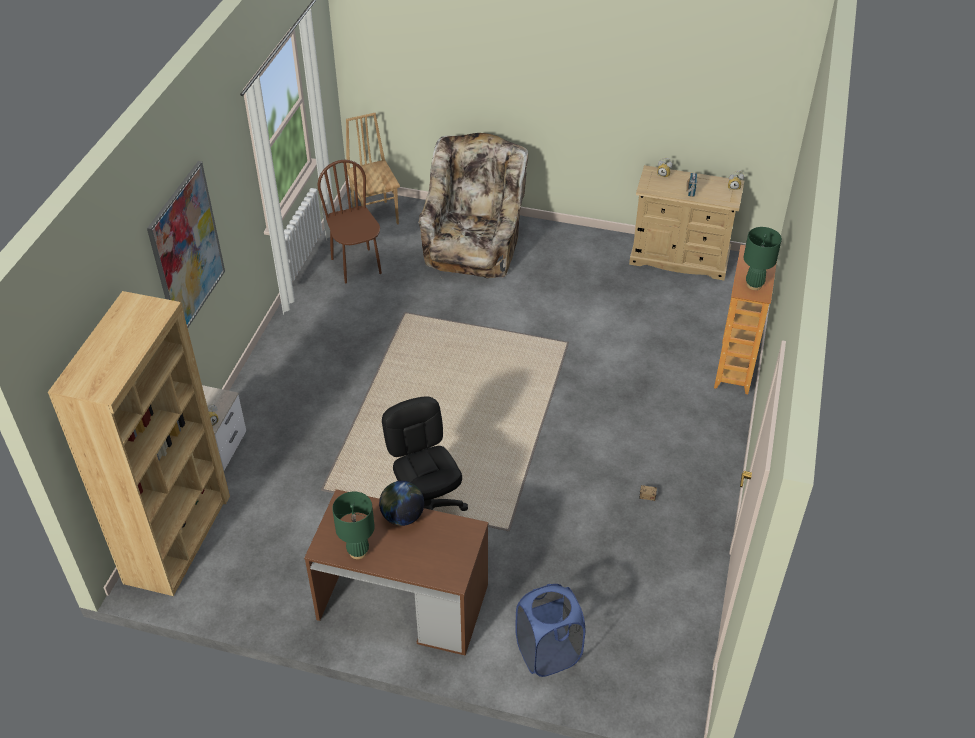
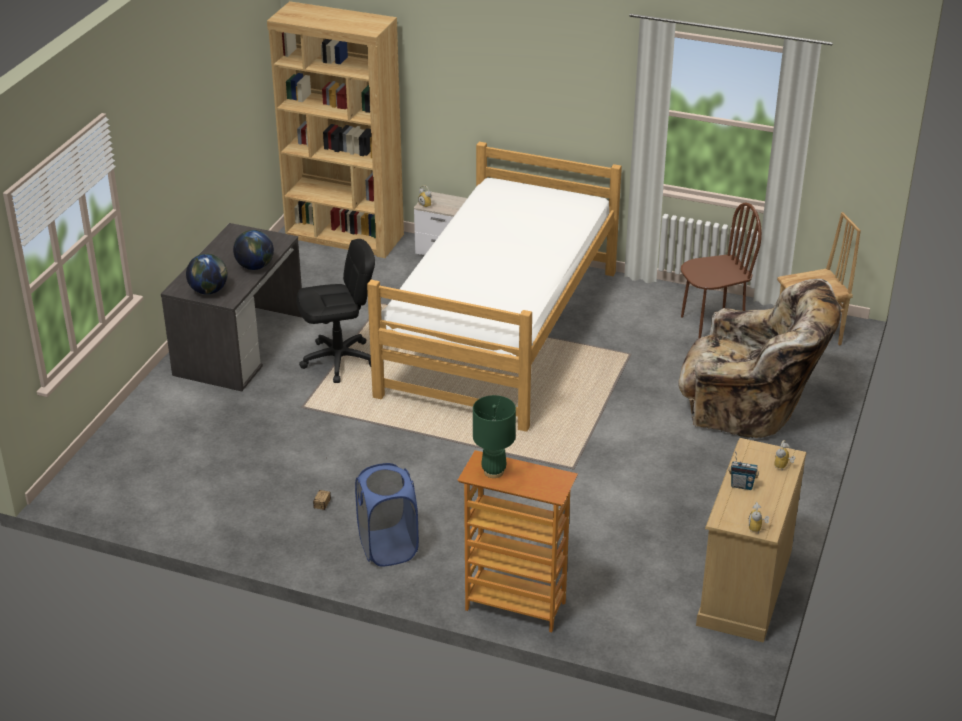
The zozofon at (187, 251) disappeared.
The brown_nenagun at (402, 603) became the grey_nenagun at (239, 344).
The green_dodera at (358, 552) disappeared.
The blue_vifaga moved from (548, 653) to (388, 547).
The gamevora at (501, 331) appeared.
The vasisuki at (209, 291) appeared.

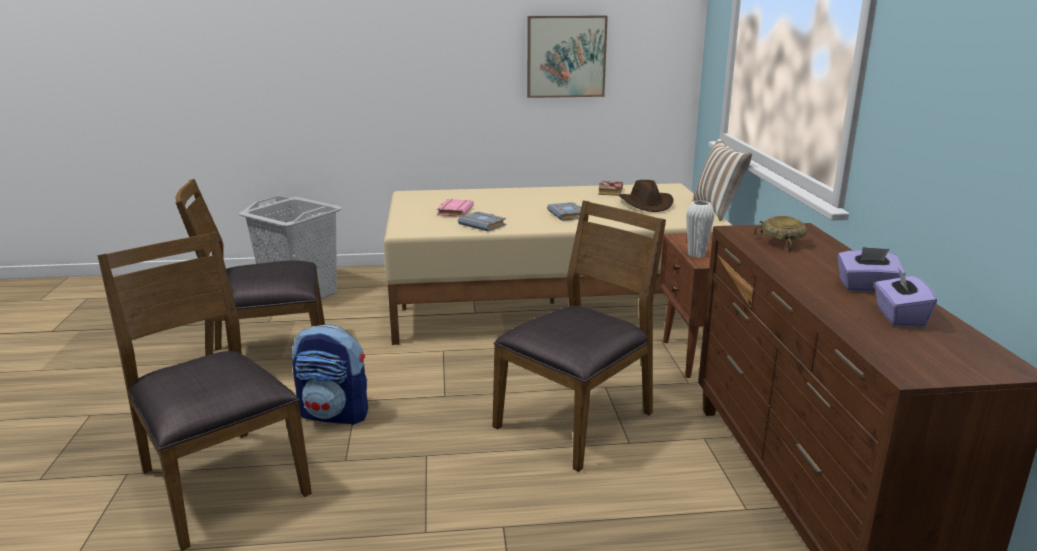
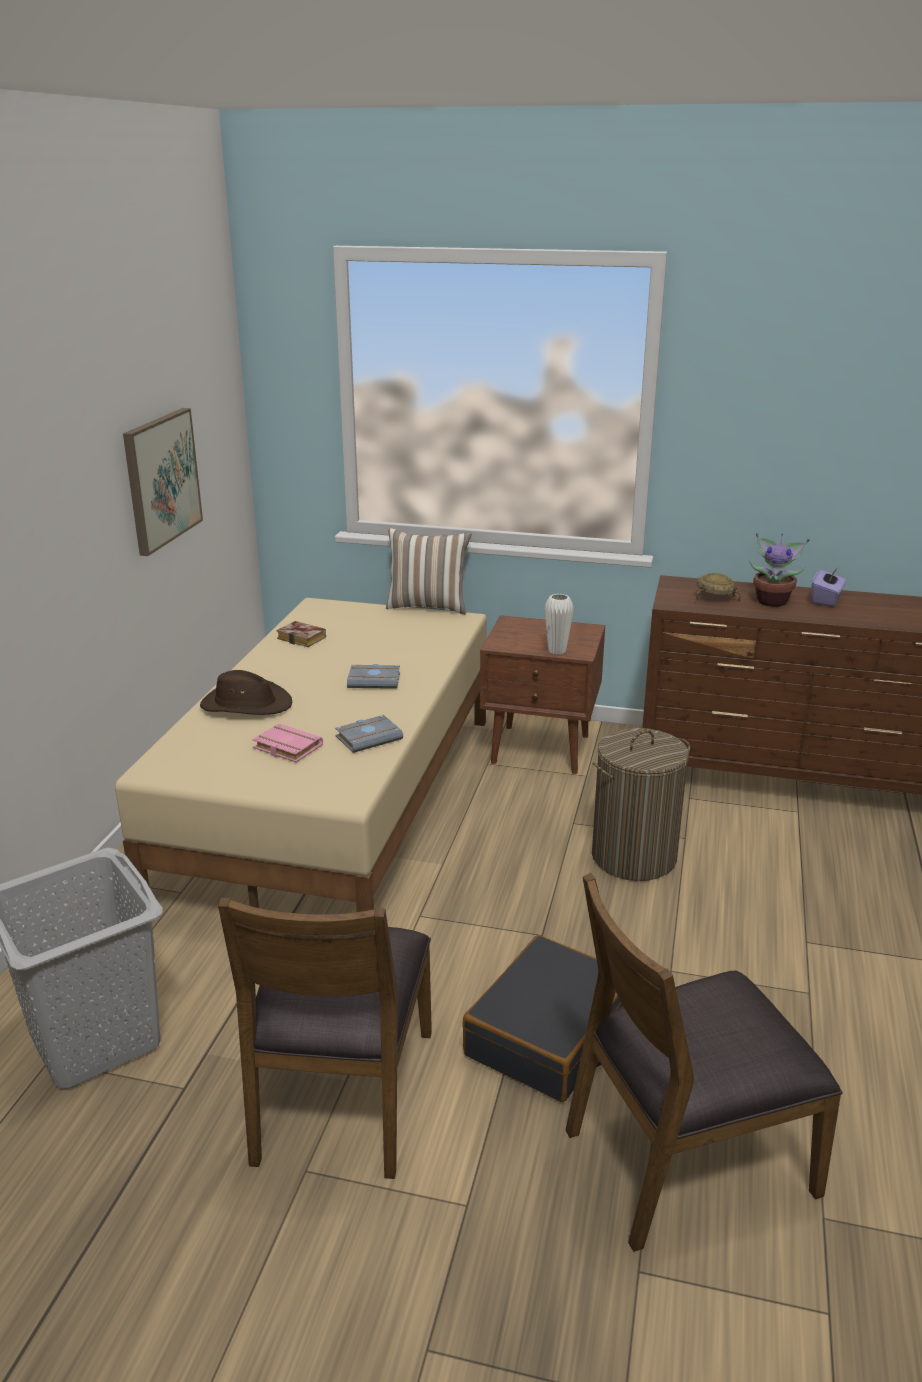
The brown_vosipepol moved from (646, 204) to (246, 704).
The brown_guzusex at (577, 420) was replaced by the vifaga at (634, 856).
The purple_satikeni at (899, 317) disappeared.
The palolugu at (335, 414) was replaced by the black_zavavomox at (549, 1035).
The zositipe at (772, 601) appeared.

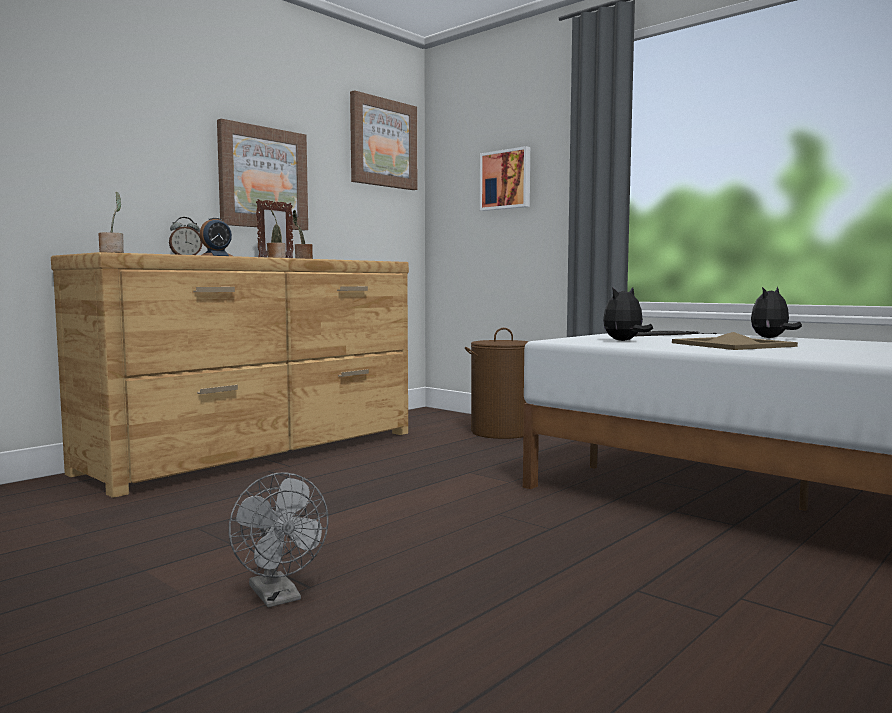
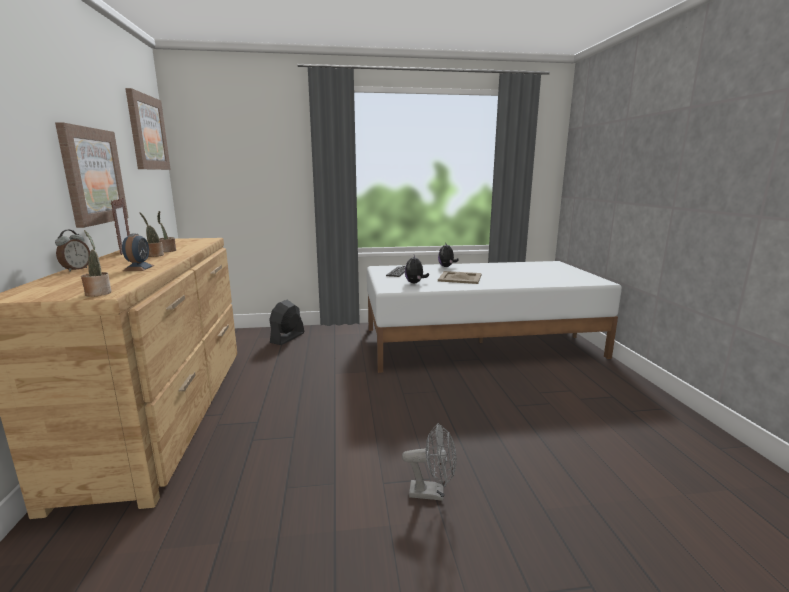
The zozofon at (506, 180) disappeared.
The brown_vifaga at (501, 432) was replaced by the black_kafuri at (287, 338).

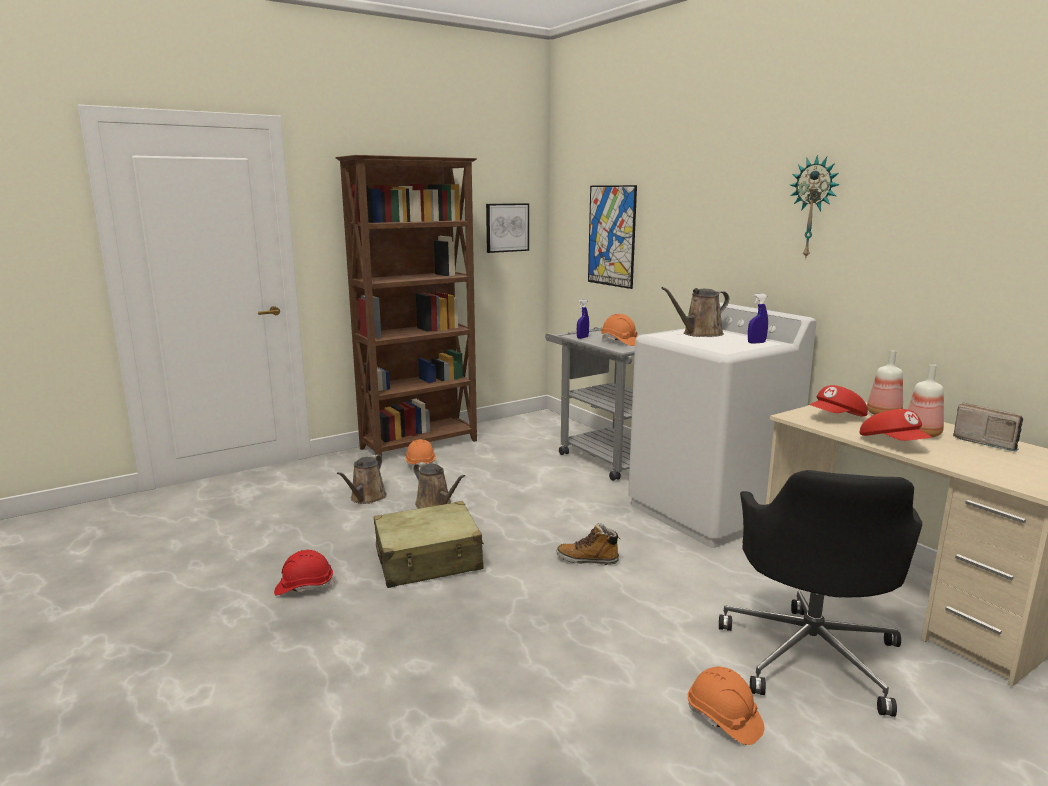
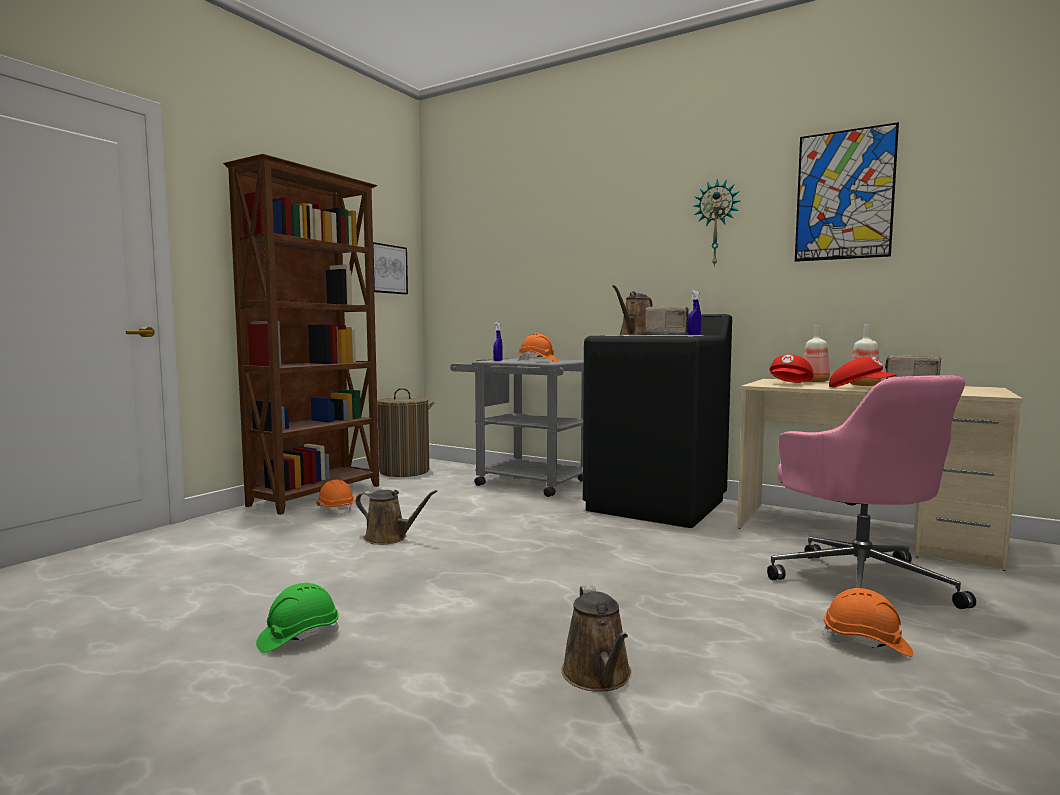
The zozofon moved from (611, 236) to (844, 195).
The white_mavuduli at (709, 511) became the black_mavuduli at (656, 505).
The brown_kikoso moved from (366, 498) to (598, 676).
The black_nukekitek at (810, 653) became the pink_nukekitek at (859, 581).
The beige_zavavomox at (428, 560) disappeared.
The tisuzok at (588, 560) disappeared.
The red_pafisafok at (304, 587) became the green_pafisafok at (298, 637).
The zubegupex at (666, 335) appeared.
The vifaga at (404, 471) appeared.

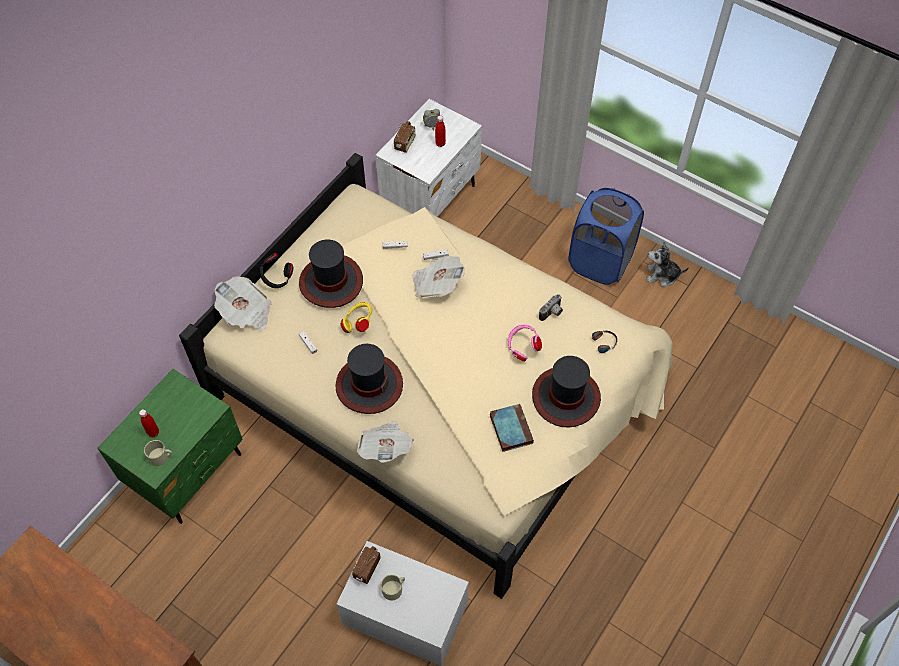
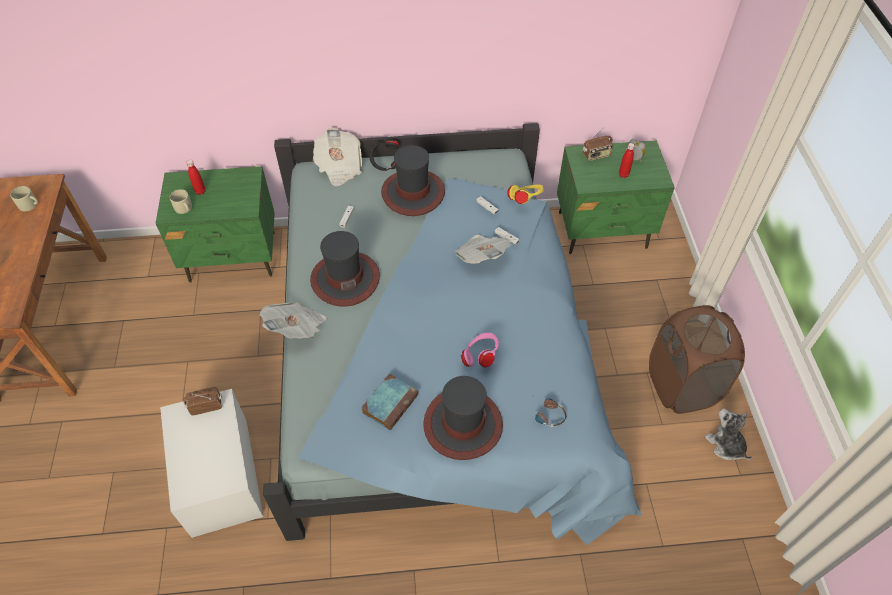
The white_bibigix at (431, 198) became the green_bibigix at (603, 230).
The beige_gamevora at (441, 392) became the blue_gamevora at (438, 360).
The blue_vifaga at (600, 262) became the brown_vifaga at (681, 386).
The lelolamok at (552, 313) disappeared.
The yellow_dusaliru moved from (358, 323) to (525, 200).
The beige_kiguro moved from (394, 588) to (30, 205).

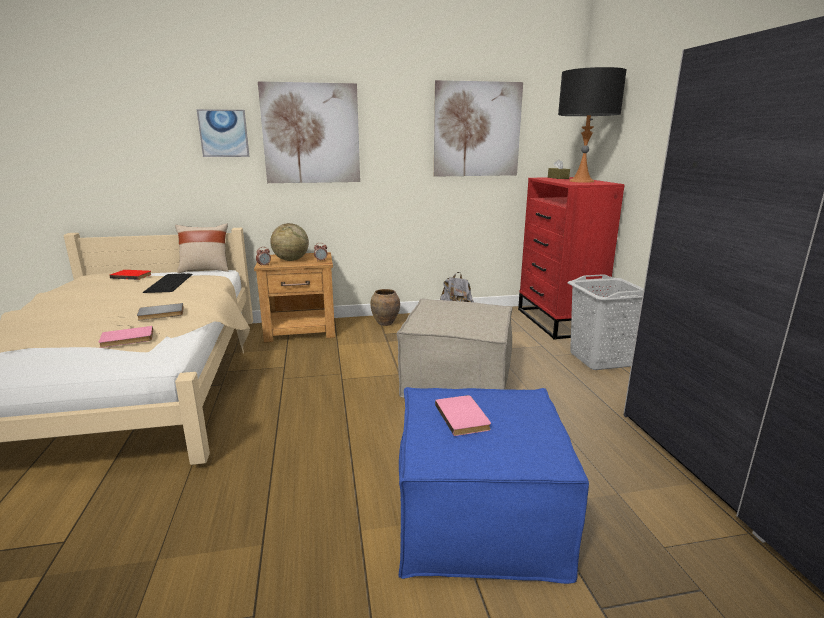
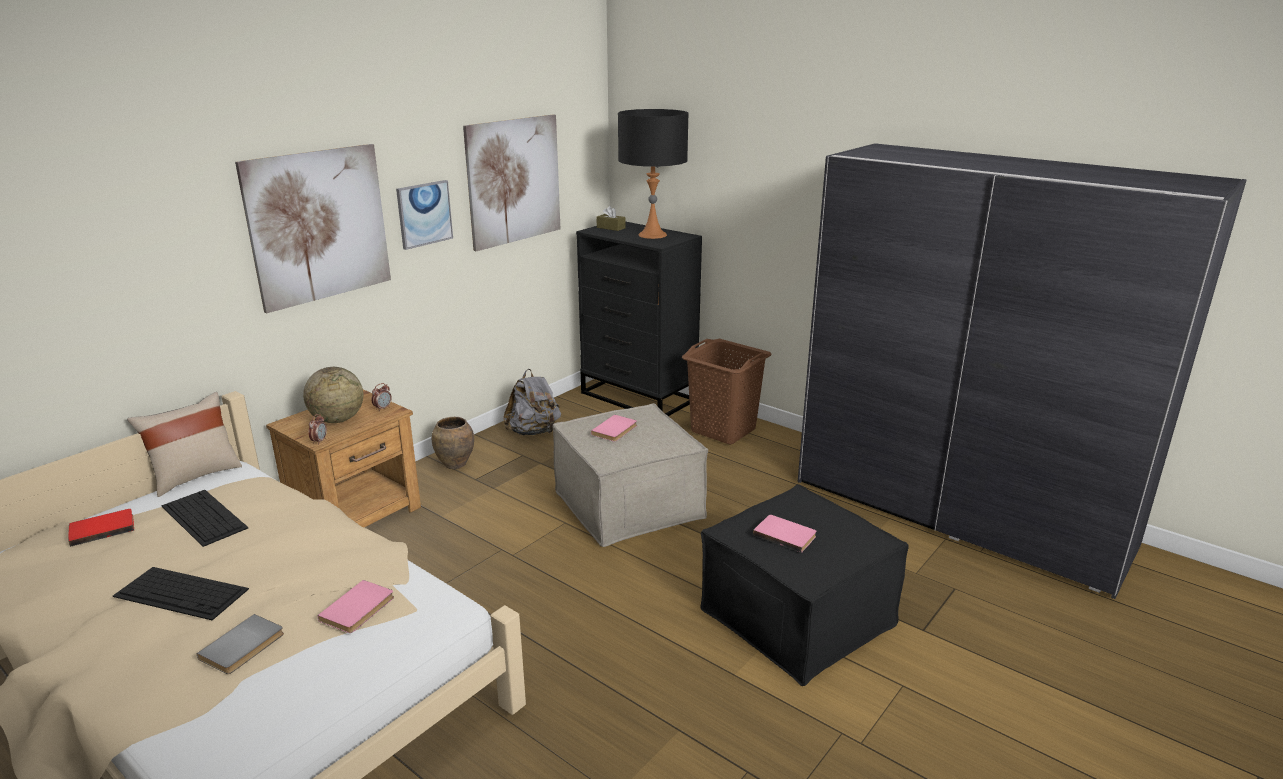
The zozofon moved from (223, 133) to (424, 214).
The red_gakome at (557, 322) became the black_gakome at (639, 397).
The grey_vifaga at (600, 359) became the brown_vifaga at (723, 430).
The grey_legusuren moved from (161, 314) to (244, 647).
The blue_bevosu at (478, 517) became the black_bevosu at (797, 616).
The pink_legusuren at (616, 430) appeared.
The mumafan at (182, 592) appeared.

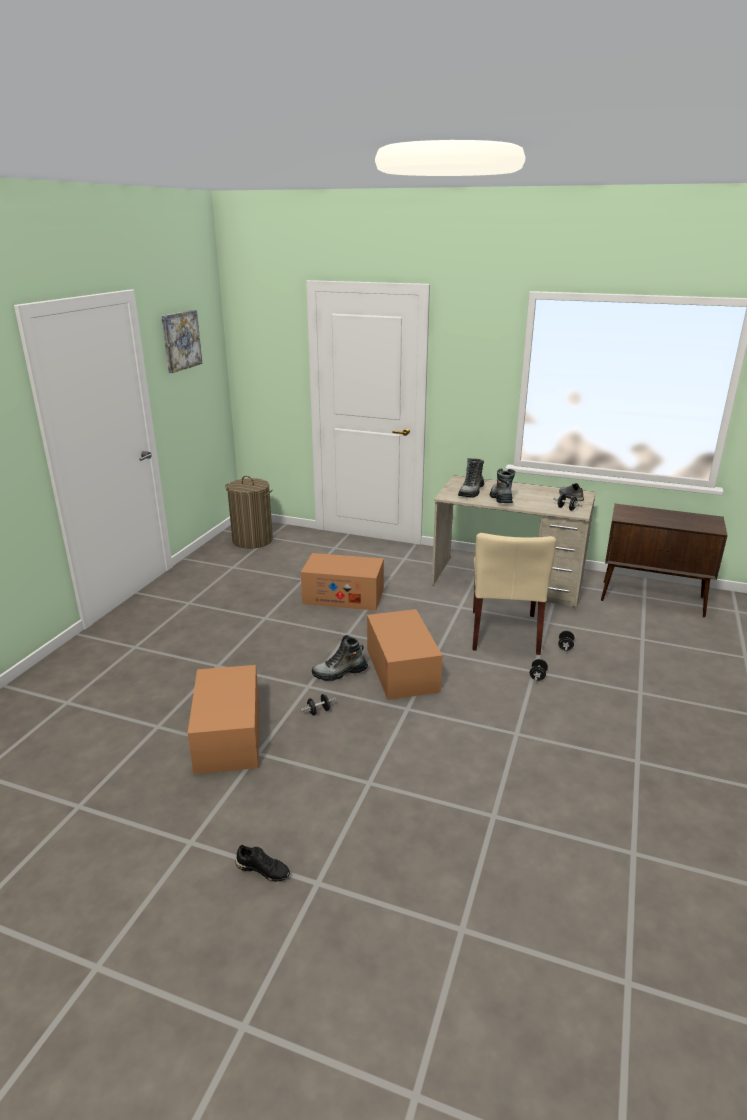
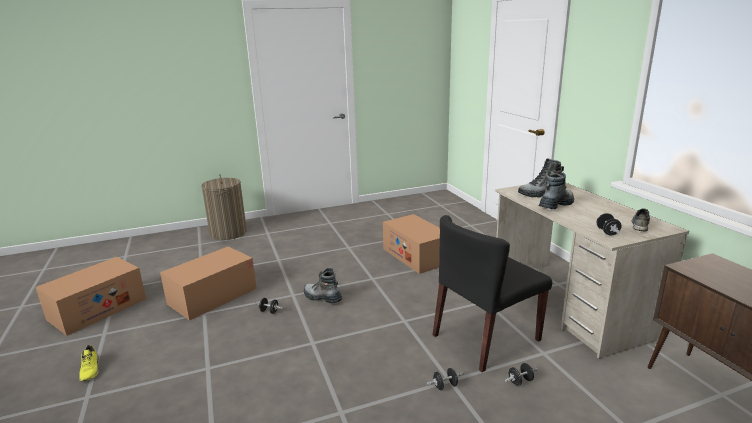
The zozofon at (180, 340) disappeared.
The vifaga moved from (252, 540) to (228, 233).
The beige_guzusex at (504, 632) became the black_guzusex at (485, 338).
The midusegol moved from (402, 669) to (97, 309).
The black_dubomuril at (263, 869) became the yellow_dubomuril at (91, 370).

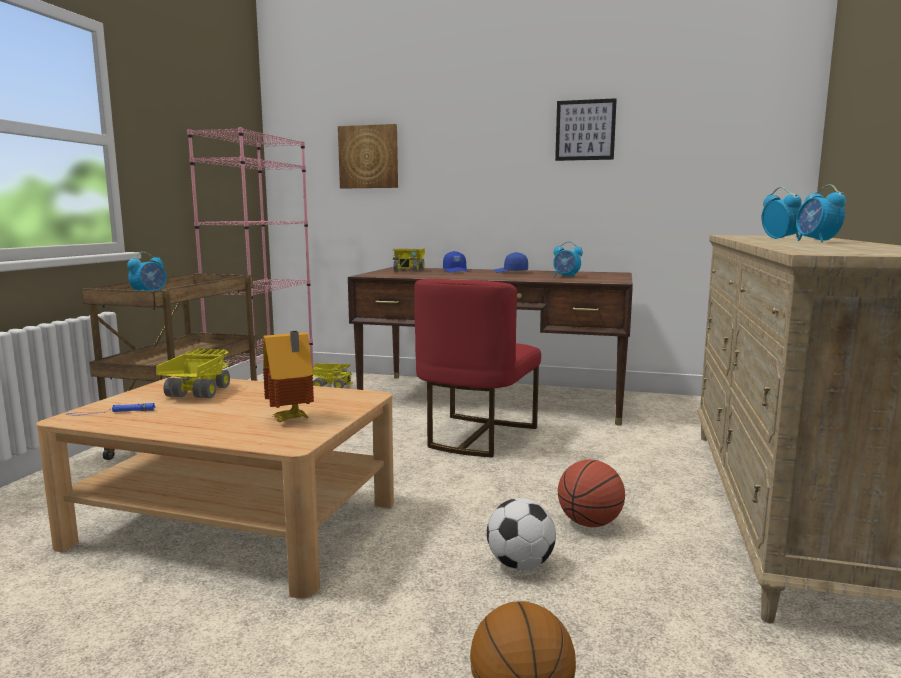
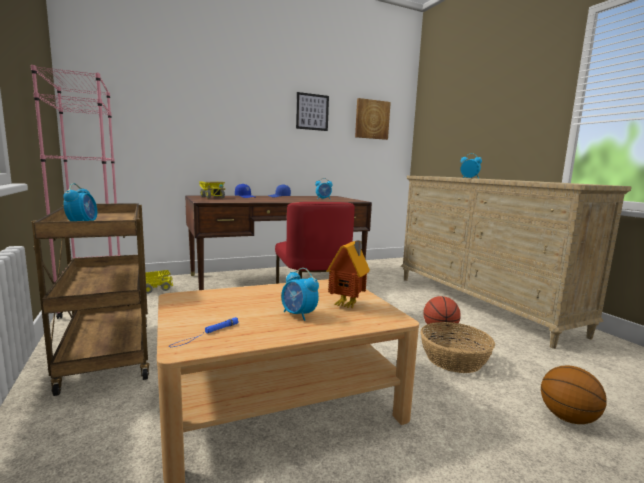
The zozofon moved from (369, 157) to (372, 119).
The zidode moved from (816, 241) to (298, 315).
The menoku at (197, 393) disappeared.
The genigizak at (520, 565) was replaced by the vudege at (454, 359).

